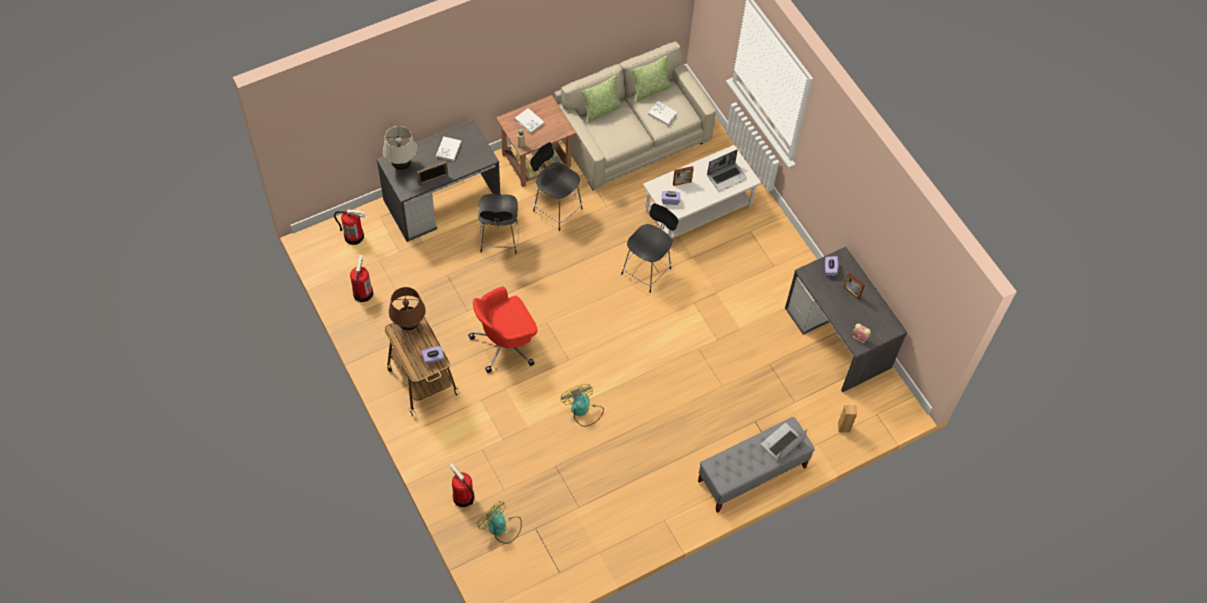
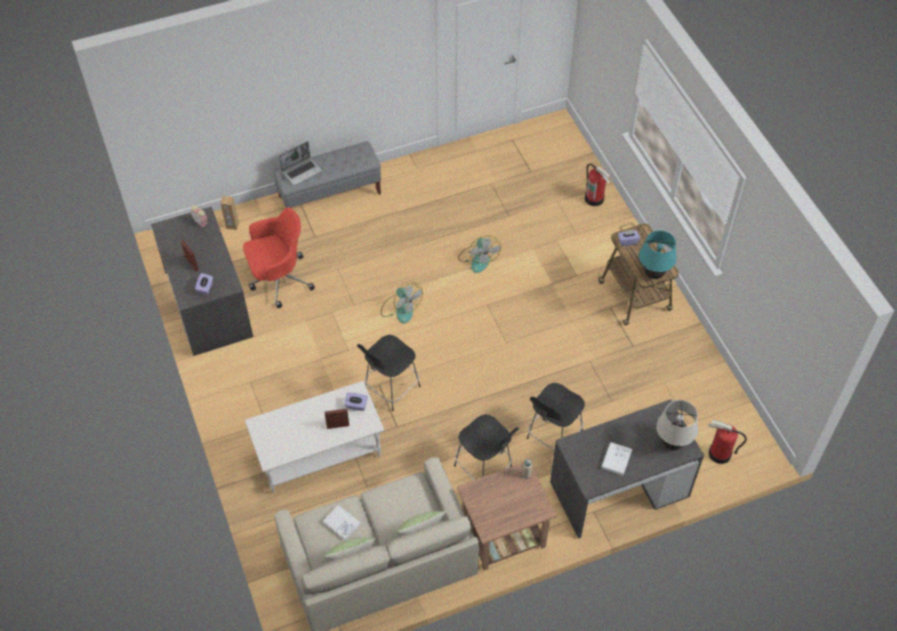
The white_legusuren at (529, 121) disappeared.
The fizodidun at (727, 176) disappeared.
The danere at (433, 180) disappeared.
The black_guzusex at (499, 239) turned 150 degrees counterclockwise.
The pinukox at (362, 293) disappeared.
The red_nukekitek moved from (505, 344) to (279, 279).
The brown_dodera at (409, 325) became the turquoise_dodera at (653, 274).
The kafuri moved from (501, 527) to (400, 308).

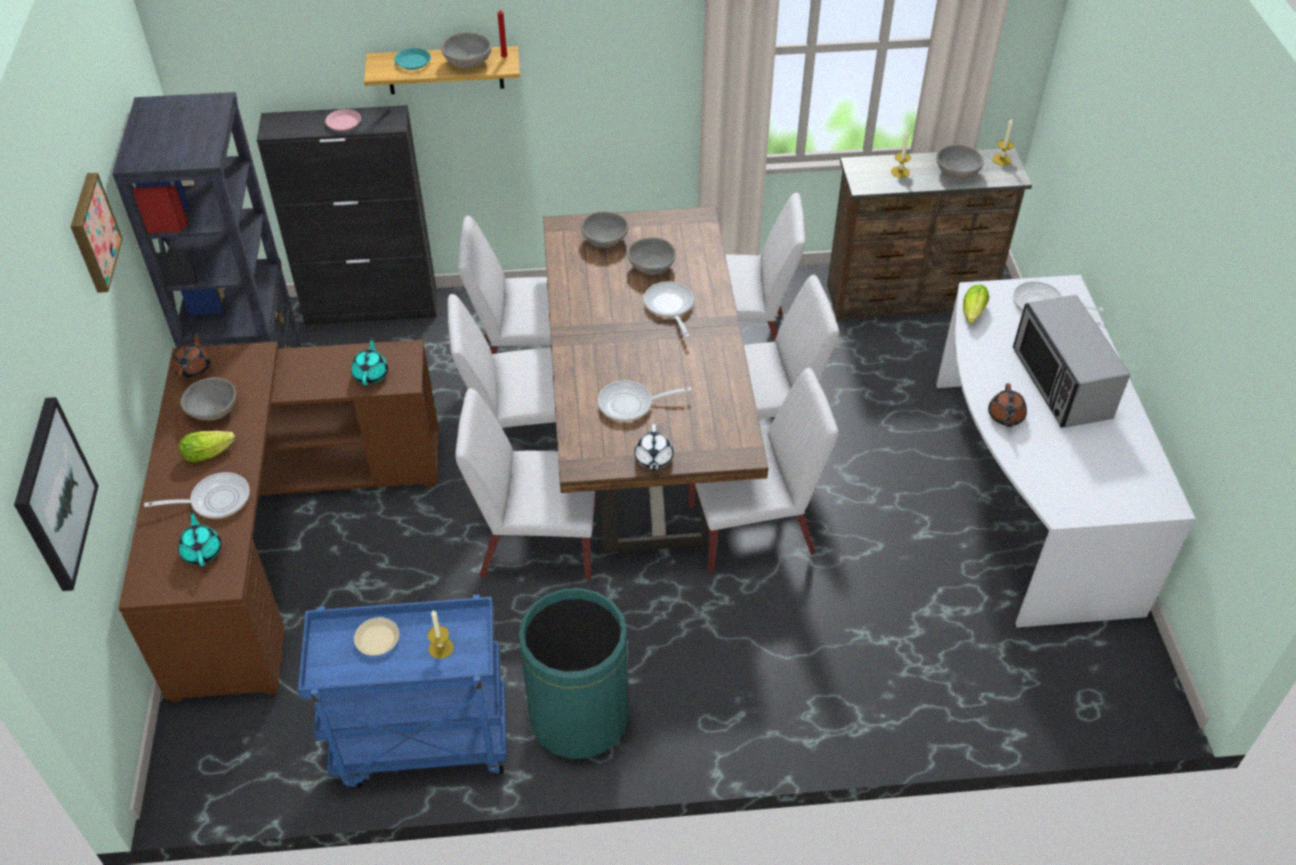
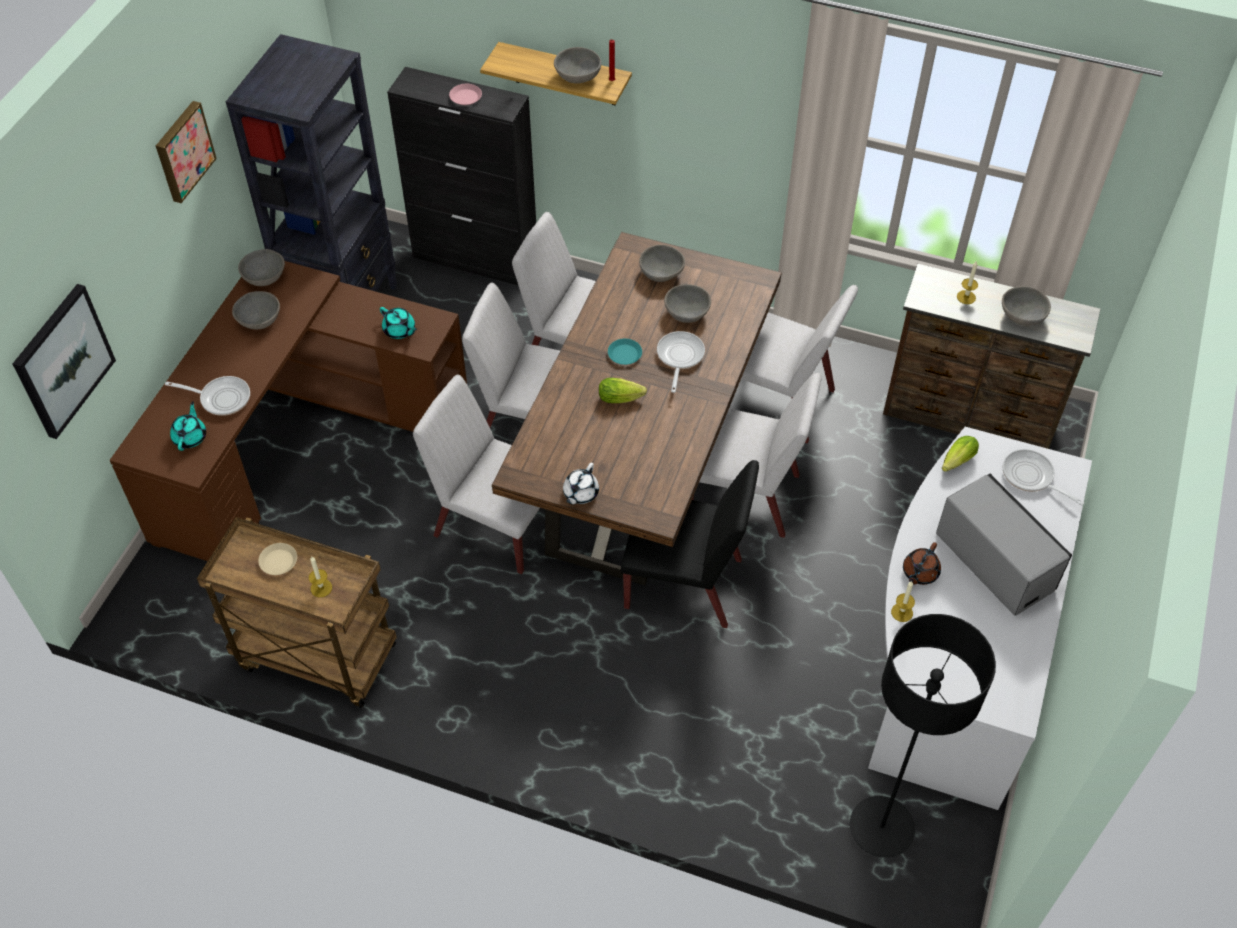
The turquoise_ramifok moved from (413, 62) to (625, 354).
The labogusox moved from (1001, 159) to (902, 612).
The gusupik at (1060, 383) turned 135 degrees clockwise.
The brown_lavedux at (193, 368) was replaced by the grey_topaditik at (264, 277).
The turquoise_lavedux at (371, 374) turned 105 degrees clockwise.
The white_guzusex at (753, 529) became the black_guzusex at (685, 584).
The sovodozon at (630, 405) disappeared.
The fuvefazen moved from (211, 452) to (622, 398).
The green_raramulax at (578, 717) disappeared.
The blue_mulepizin at (421, 744) became the brown_mulepizin at (314, 657).
The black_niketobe at (881, 828) appeared.

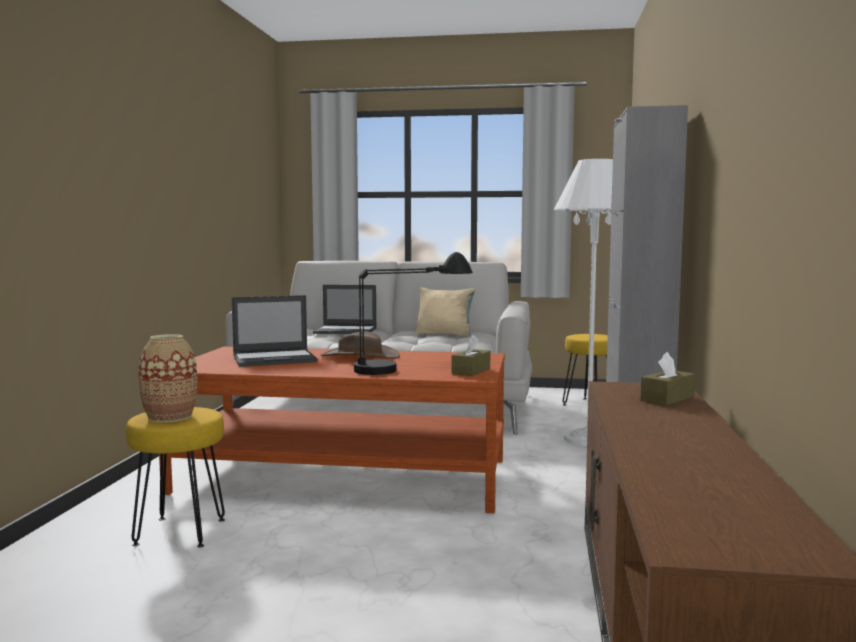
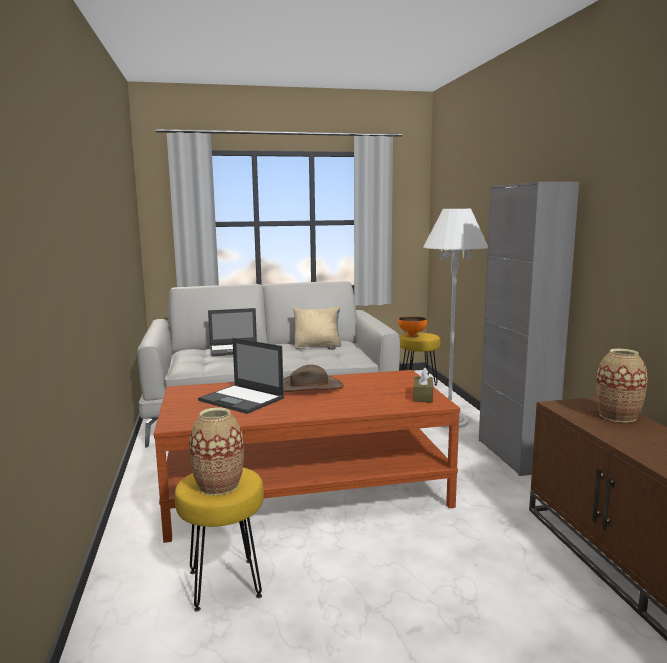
The black_dodera at (410, 367) disappeared.
The fizodidun at (275, 359) turned 75 degrees clockwise.
The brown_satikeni at (667, 398) was replaced by the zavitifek at (617, 416).
The orange_topaditik at (412, 336) appeared.

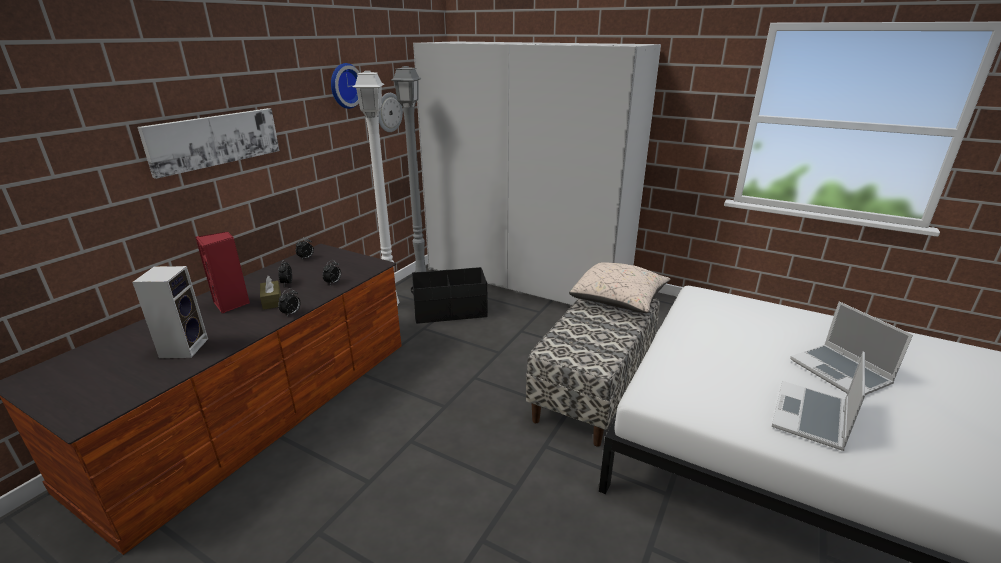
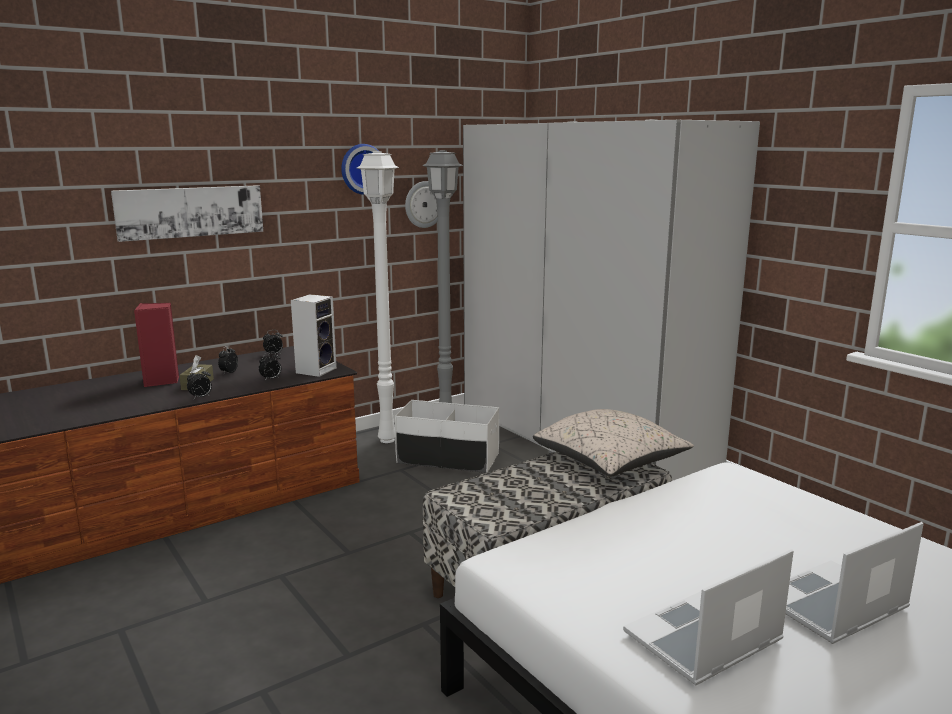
The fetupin moved from (184, 347) to (316, 370).
The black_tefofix at (450, 311) became the white_tefofix at (448, 458).
The fizodidun at (841, 372) turned 60 degrees clockwise.

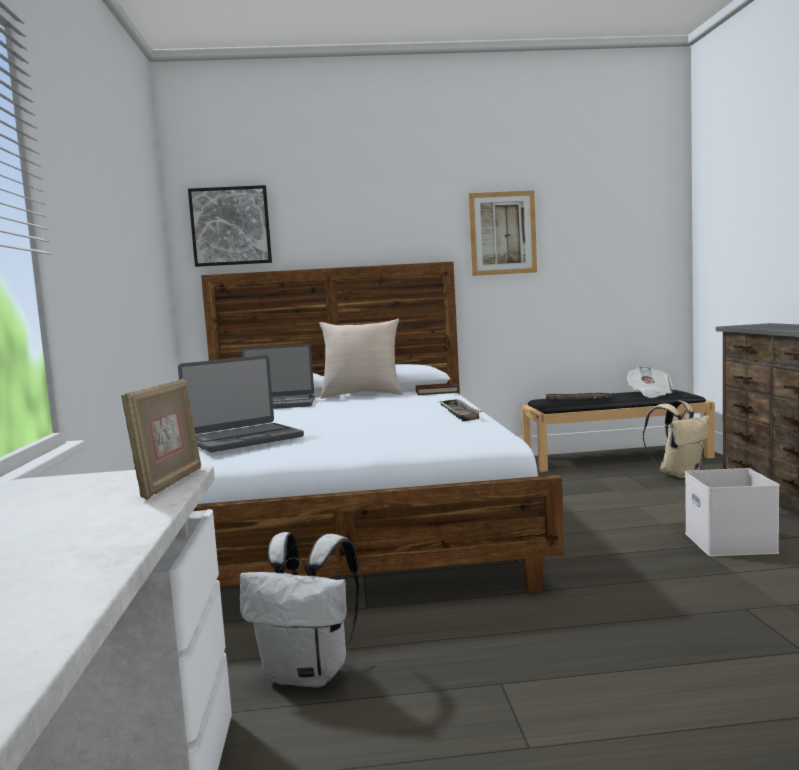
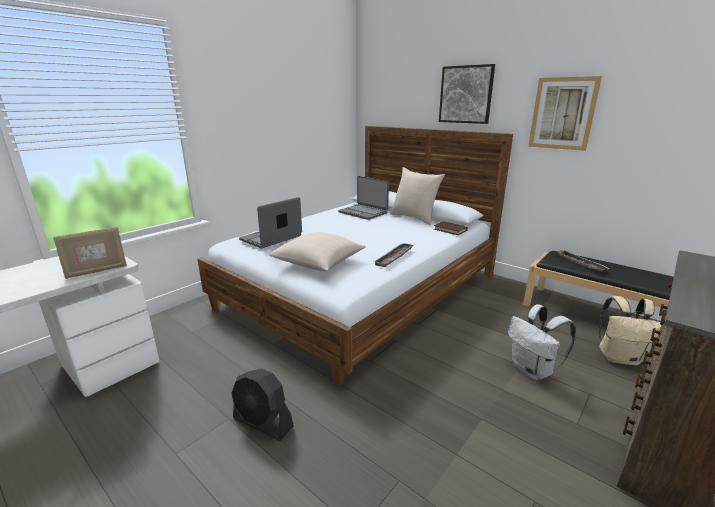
The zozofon moved from (230, 226) to (466, 94).
The fizodidun at (243, 439) turned 120 degrees clockwise.
The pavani at (649, 394) disappeared.
The white_tefofix at (727, 542) disappeared.
The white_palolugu moved from (309, 674) to (533, 370).
The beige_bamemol at (318, 263) appeared.
The black_kafuri at (263, 422) appeared.

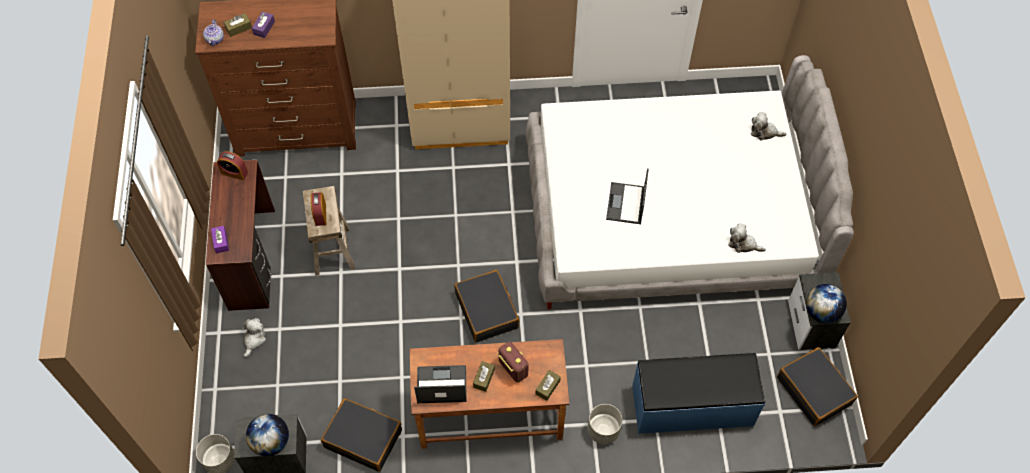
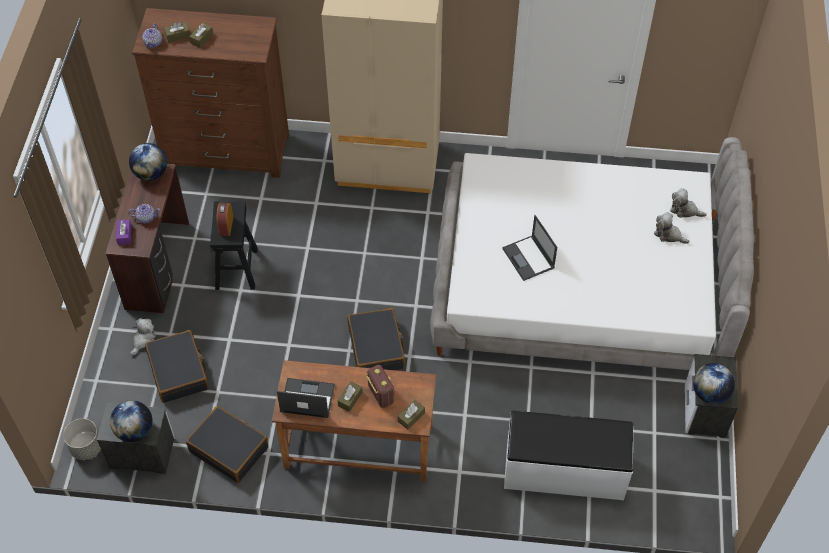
The purple_satikeni at (264, 28) became the brown_satikeni at (202, 38).
The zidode at (234, 172) was replaced by the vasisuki at (151, 174).
The fizodidun at (626, 204) turned 45 degrees counterclockwise.
The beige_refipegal at (332, 250) became the black_refipegal at (237, 269).
The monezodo moved from (743, 244) to (668, 234).
The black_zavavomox moved from (814, 390) to (179, 372).
The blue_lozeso at (692, 406) became the white_lozeso at (564, 471).
The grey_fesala at (603, 430) disappeared.
The lavedux at (146, 218) appeared.

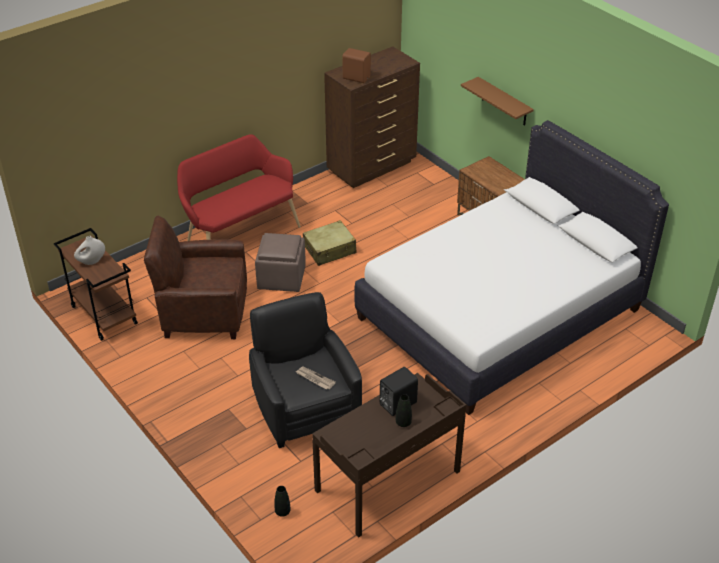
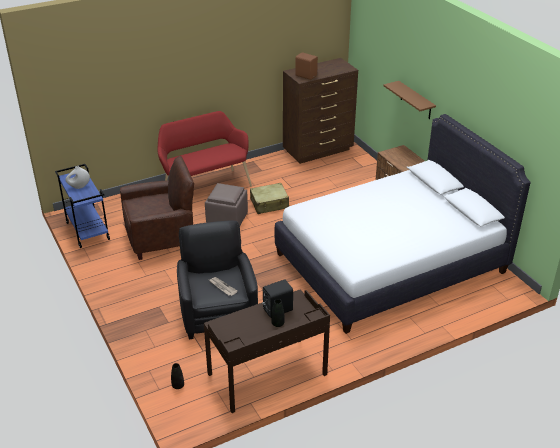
The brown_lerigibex at (203, 313) turned 150 degrees clockwise.
The brown_mulepizin at (103, 315) became the blue_mulepizin at (87, 231).

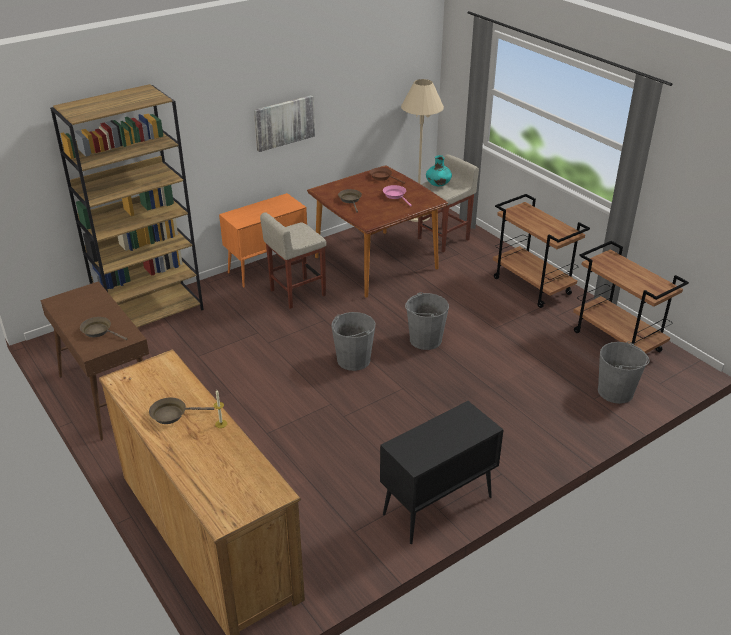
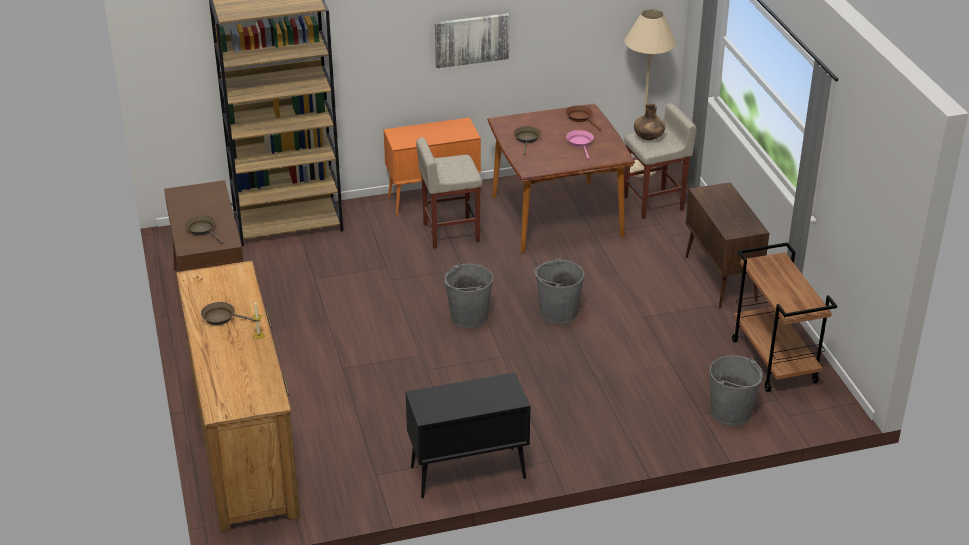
The turquoise_zavitifek at (438, 185) became the brown_zavitifek at (648, 138).
The brown_mulepizin at (532, 286) was replaced by the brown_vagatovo at (721, 280).

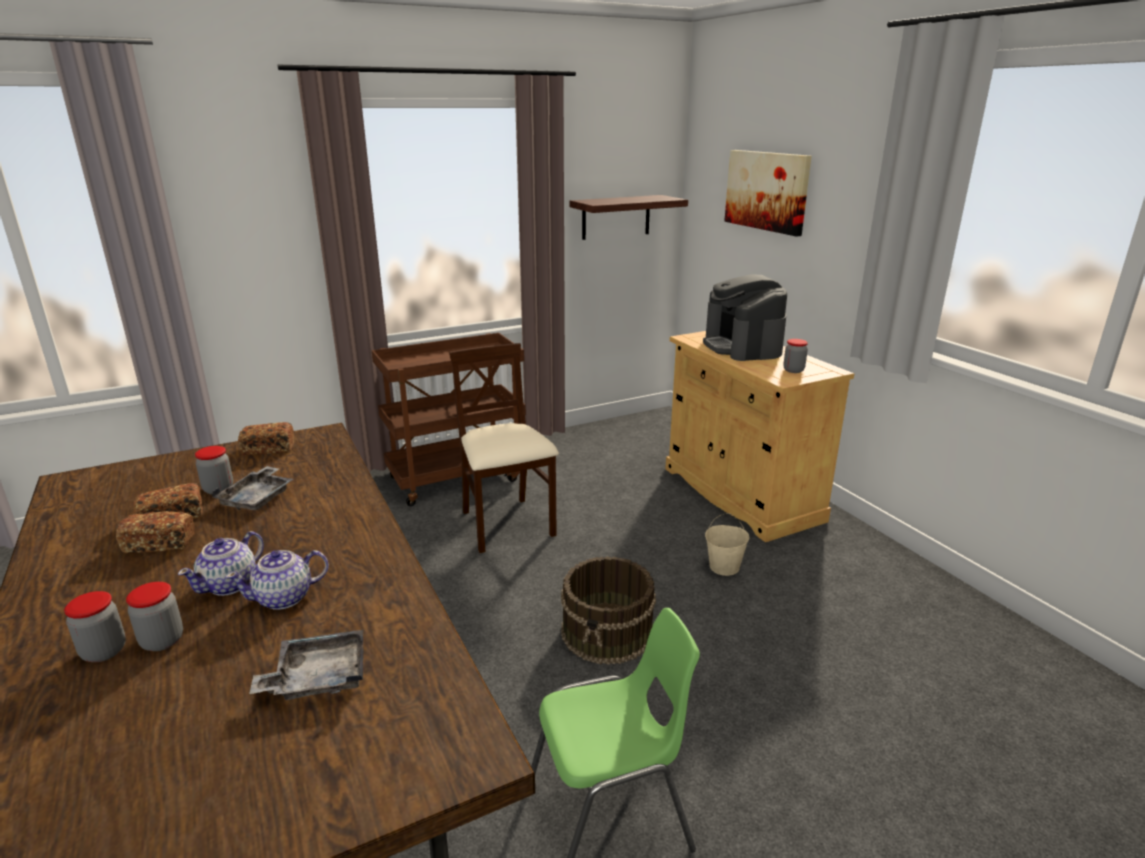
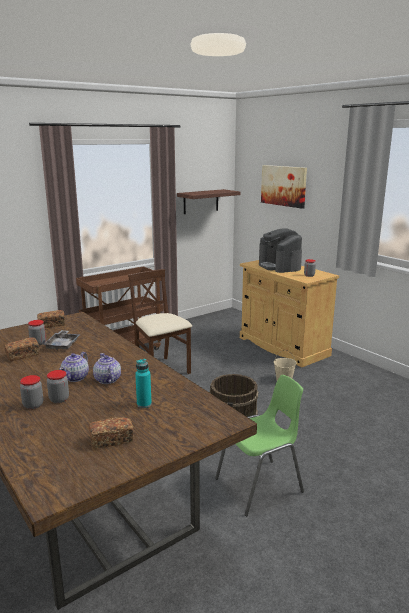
The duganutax moved from (160, 543) to (111, 440).
The lavedux at (285, 598) turned 105 degrees clockwise.
The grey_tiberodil at (318, 677) was replaced by the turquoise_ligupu at (144, 404).

